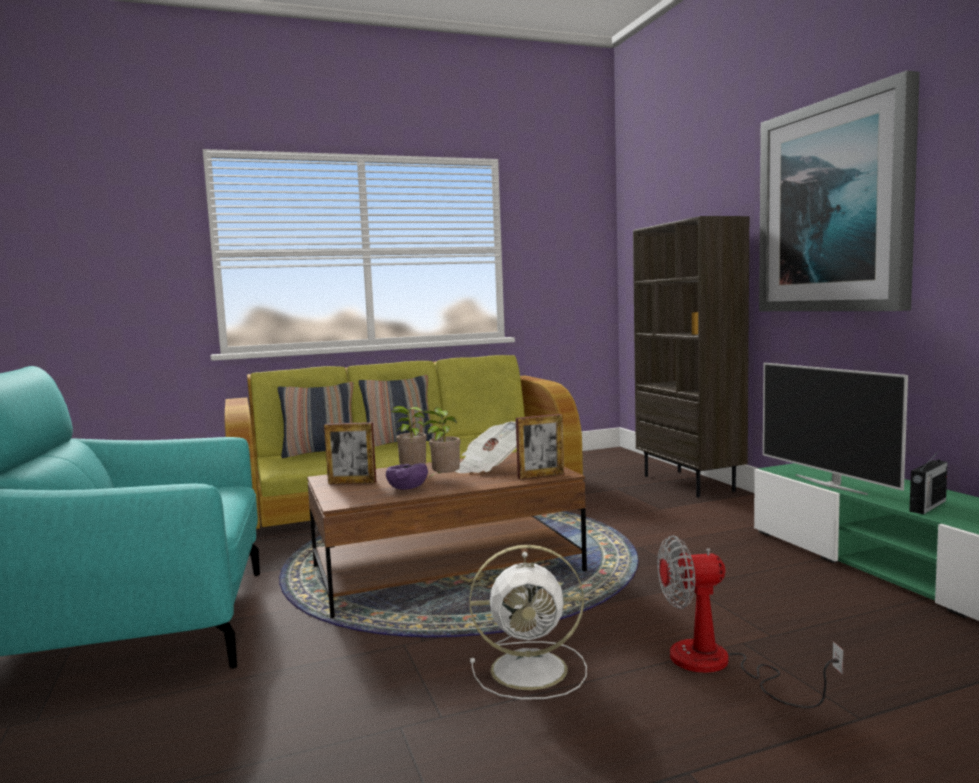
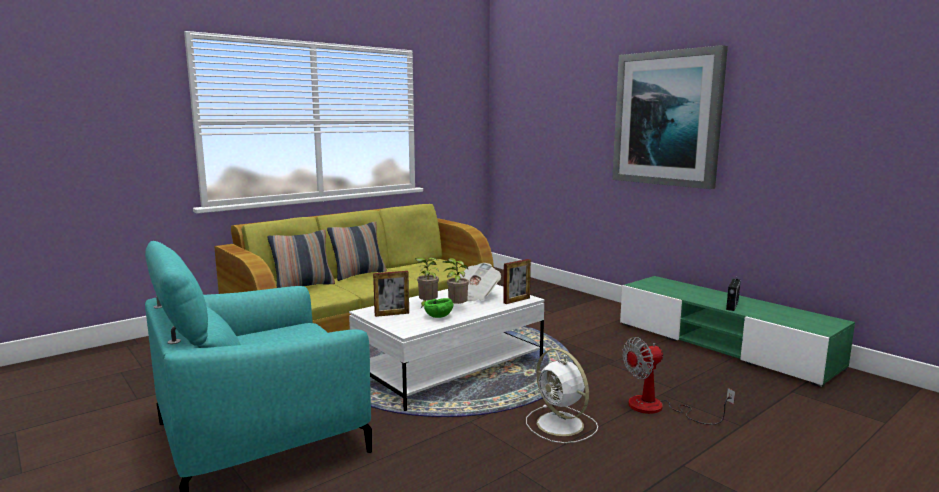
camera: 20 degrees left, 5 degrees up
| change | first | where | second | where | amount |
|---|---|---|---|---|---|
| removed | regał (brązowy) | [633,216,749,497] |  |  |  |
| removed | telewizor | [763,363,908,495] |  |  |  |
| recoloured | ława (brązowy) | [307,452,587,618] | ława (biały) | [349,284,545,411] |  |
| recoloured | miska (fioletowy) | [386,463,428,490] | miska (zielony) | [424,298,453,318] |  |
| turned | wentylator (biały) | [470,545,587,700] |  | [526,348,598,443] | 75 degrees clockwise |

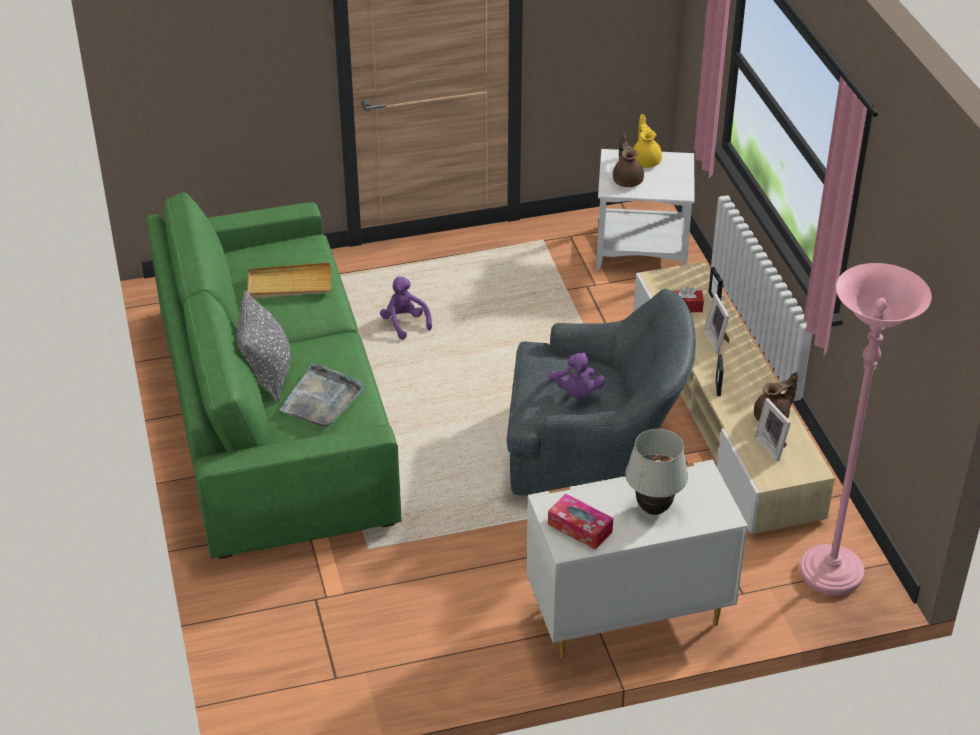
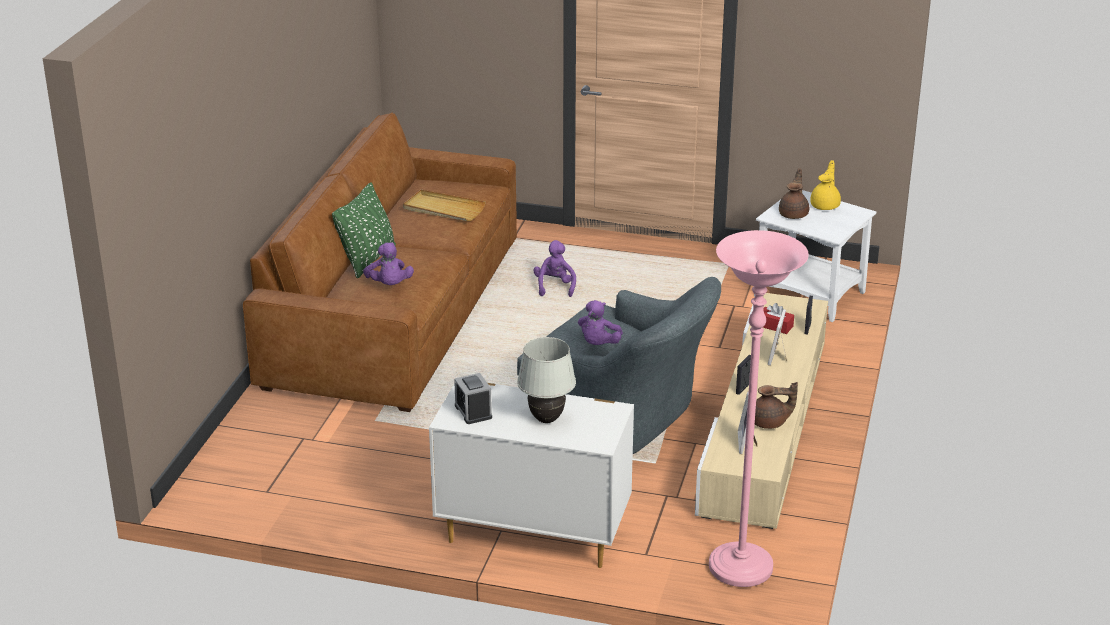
camera: 30 degrees right, 10 degrees down
| change | first | where | second | where | amount |
|---|---|---|---|---|---|
| replaced | taca (szary) | [280,364,364,427] | pluszak (fioletowy) | [363,243,414,285] |  |
| replaced | pudełko chusteczek | [548,494,613,550] | budzik | [454,373,492,424] |  |
| recoloured | kanapa (zielony) | [147,192,402,559] | kanapa (brązowy) | [243,113,517,412] |  |
| recoloured | poduszka (szary) | [237,290,291,402] | poduszka (zielony) | [332,182,396,279] |  |

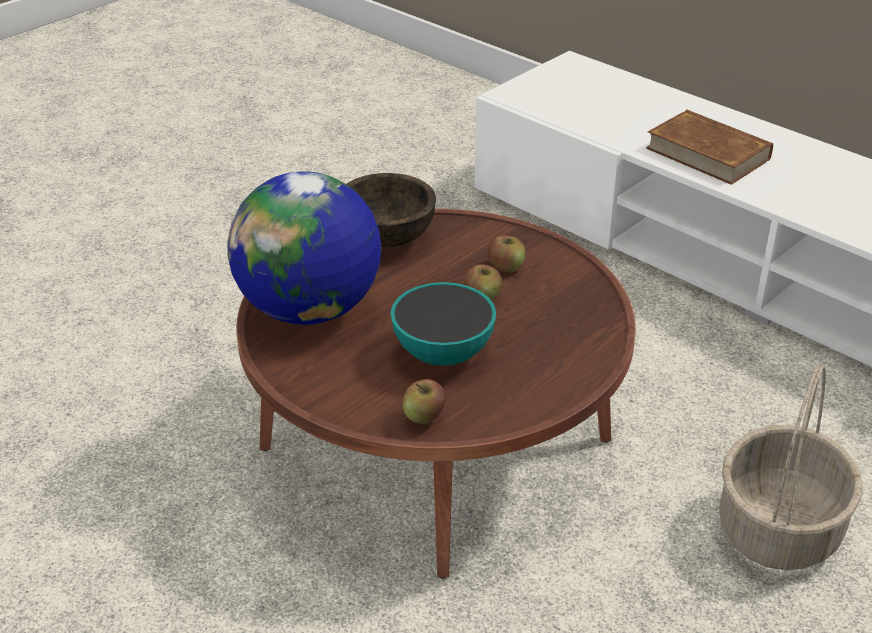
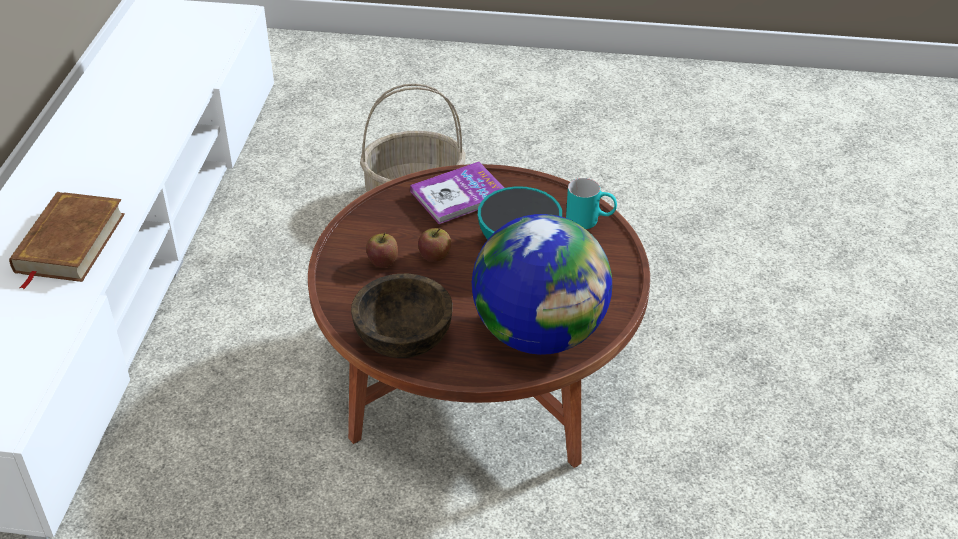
camera: 125 degrees left, 5 degrees up
| change | first | where | second | where | amount |
|---|---|---|---|---|---|
| added |  |  | książka | [410,162,504,224] |  |
| replaced | jabłko | [402,379,446,424] | kubek (turkusowy) | [566,178,617,229] |  |

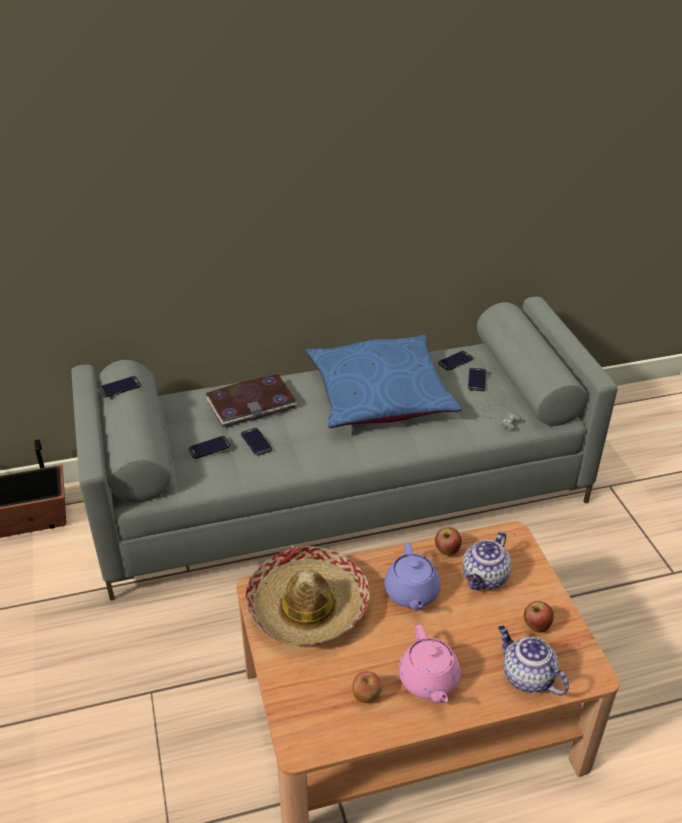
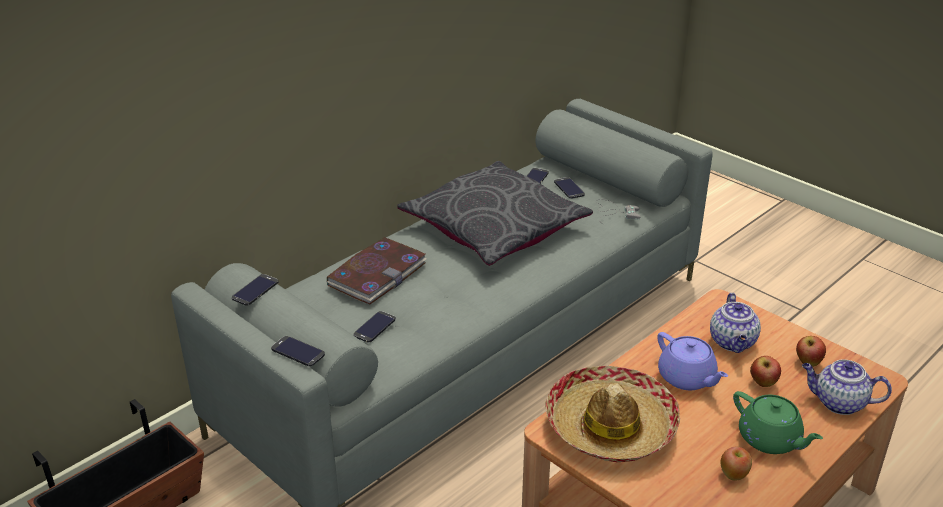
camera: 30 degrees left, 5 degrees down
| change | first | where | second | where | amount |
|---|---|---|---|---|---|
| moved | telefon | [241,427,272,456] |  | [271,336,325,366] |  |
| moved | jabłko | [435,527,462,556] |  | [750,356,781,387] |  |
| recoloured | poduszka (niebieski) | [306,335,462,428] | poduszka (szary) | [397,161,593,266] |  |
| recoloured | imbryk (różowy) | [399,624,461,703] | imbryk (zielony) | [733,391,823,454] |  |

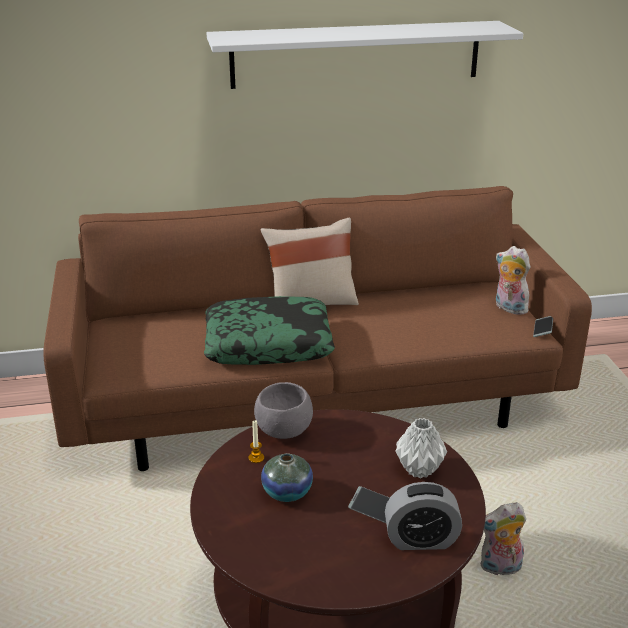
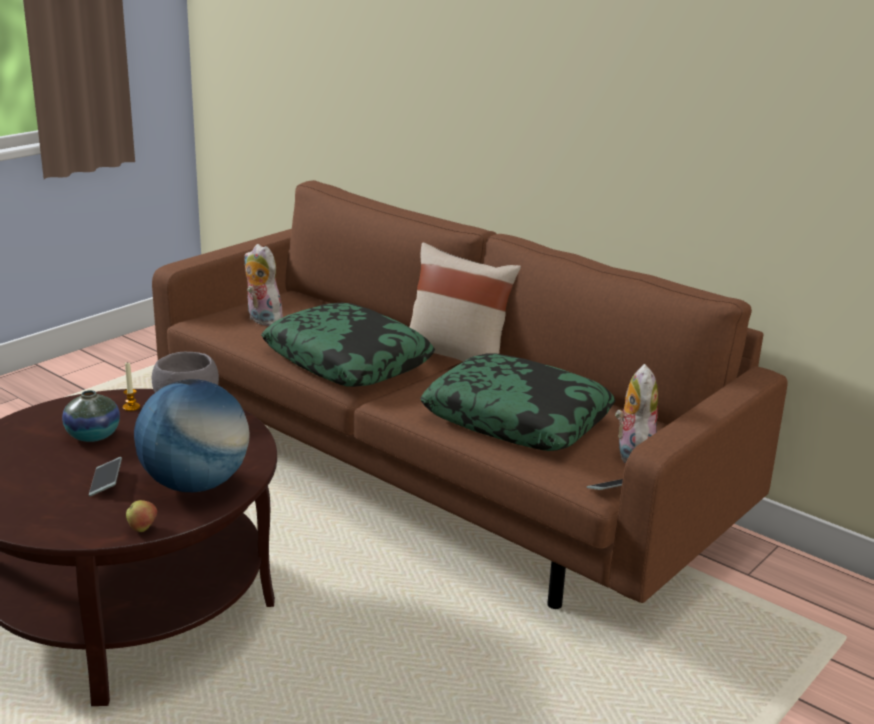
camera: 50 degrees right, 5 degrees down
| change | first | where | second | where | amount |
|---|---|---|---|---|---|
| removed | półka (biały) | [206,21,523,89] |  |  |  |
| removed | budzik | [385,482,462,550] |  |  |  |
| added |  |  | jabłko | [126,500,158,532] |  |
| added |  |  | poduszka | [420,353,615,451] |  |
| moved | pluszak | [481,502,526,575] |  | [244,244,283,326] |  |
| replaced | wazon (szary) | [395,418,447,479] | globus | [134,379,250,492] |  |

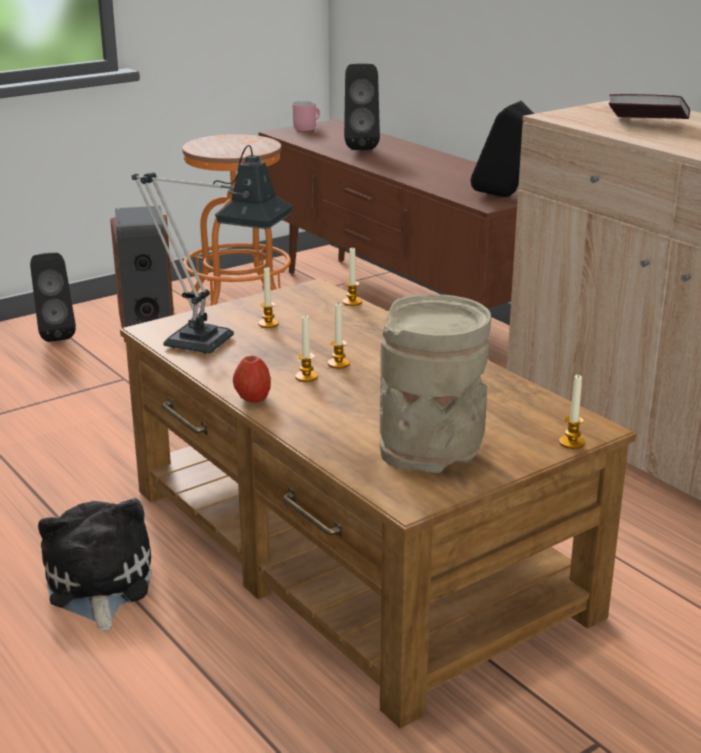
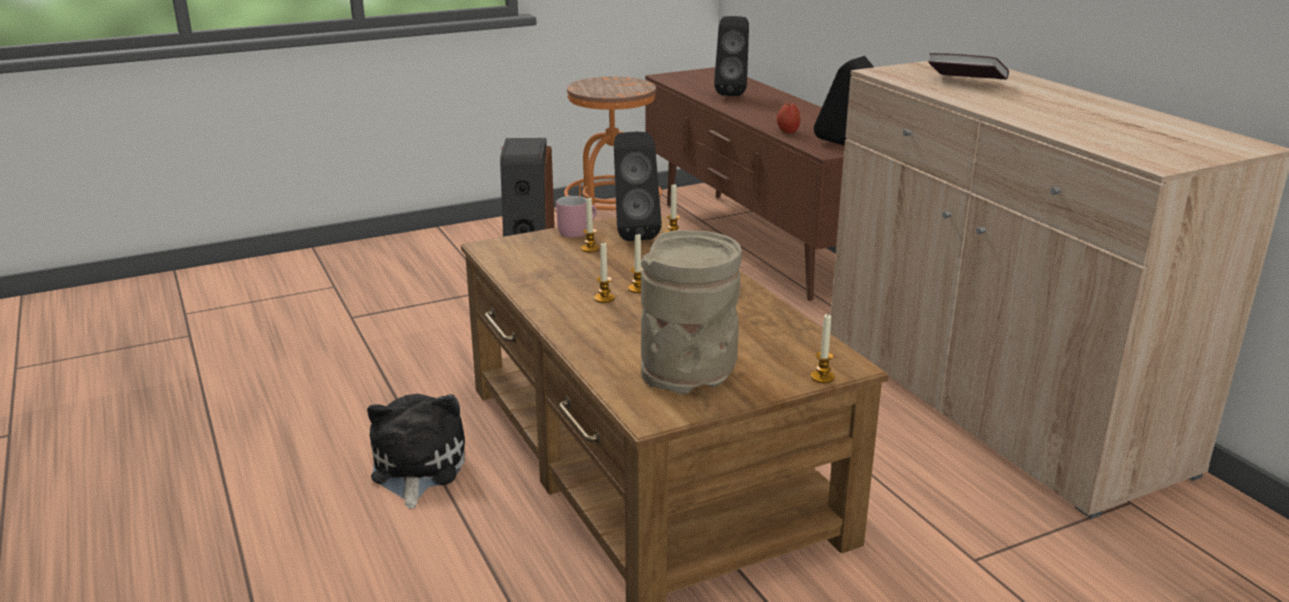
camera: 10 degrees right, 0 degrees up
| change | first | where | second | where | amount |
|---|---|---|---|---|---|
| removed | lampa stołowa | [132,145,292,354] |  |  |  |
| moved | głośnik (czarny) | [30,253,76,342] |  | [614,132,662,241] |  |
| moved | jabłko | [233,356,271,403] |  | [777,103,800,133] |  |
| moved | kubek (różowy) | [293,101,320,131] |  | [556,196,597,238] |  |

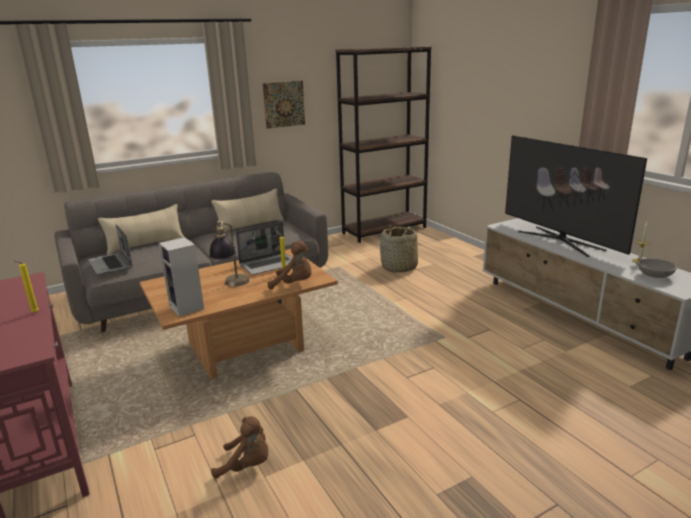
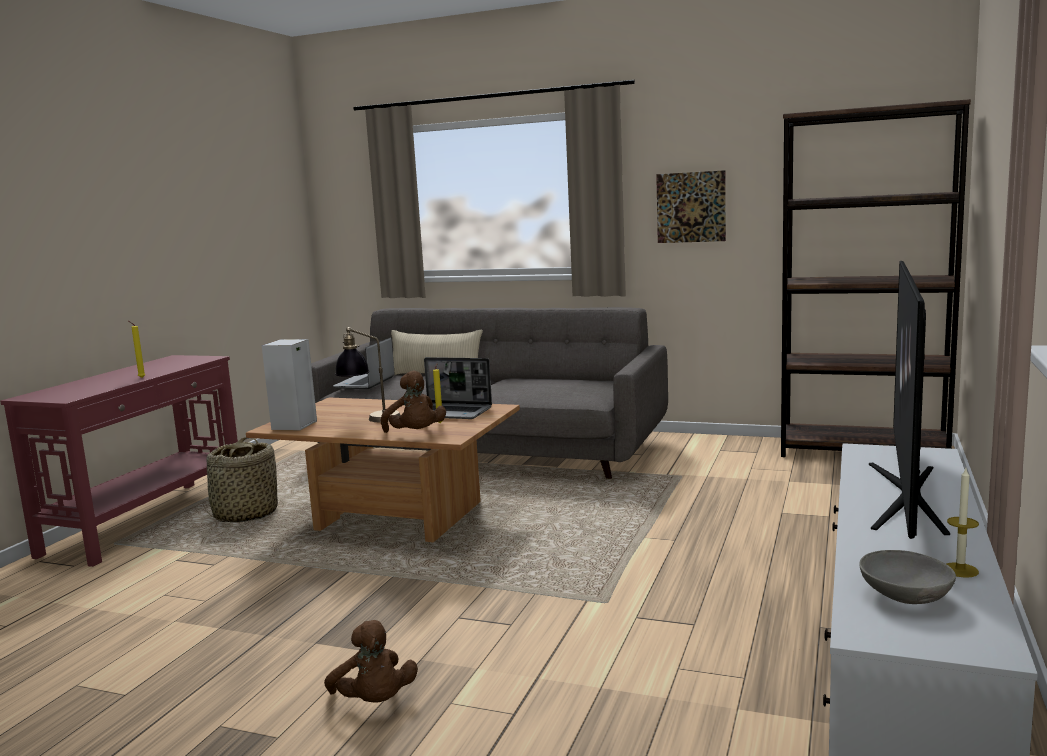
camera: 50 degrees right, 10 degrees down
| change | first | where | second | where | amount |
|---|---|---|---|---|---|
| removed | poduszka (beżowy) | [211,188,284,232] |  |  |  |
| moved | pluszak (brązowy) | [211,416,268,479] |  | [324,620,418,703] |  |
| moved | koszyk | [380,225,418,273] |  | [203,437,278,523] |  |

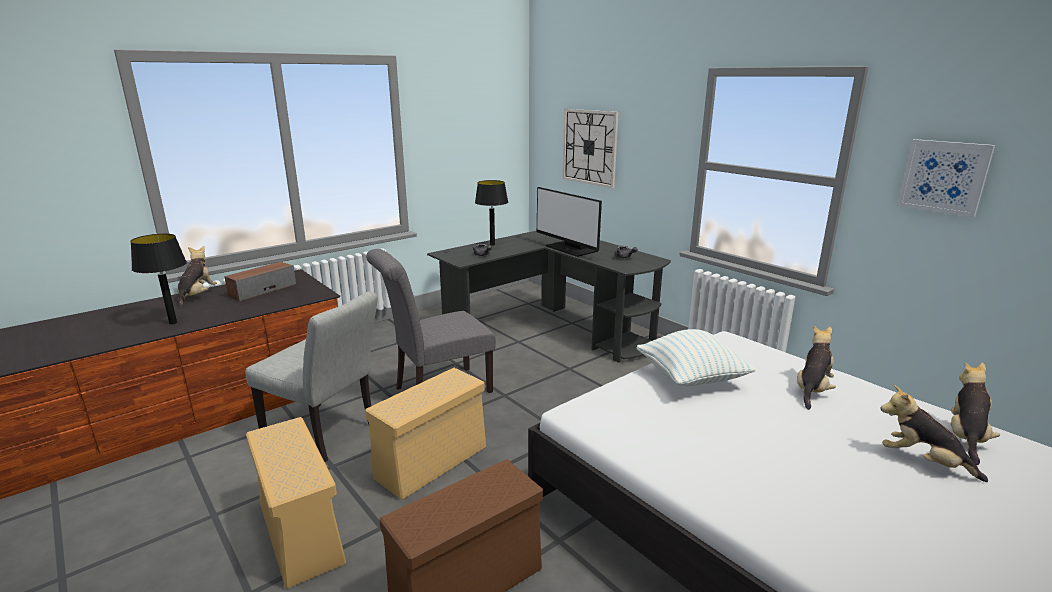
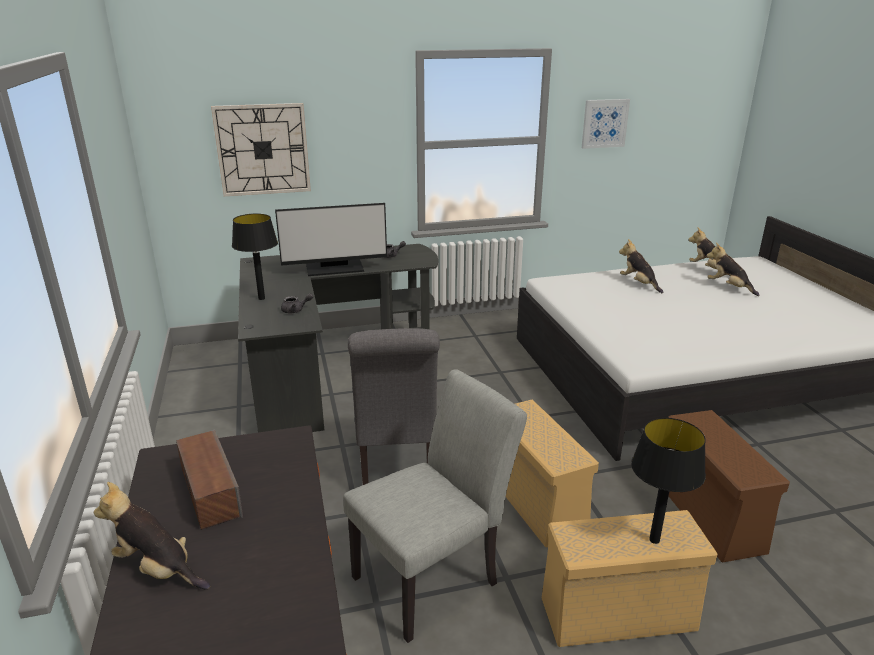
camera: 65 degrees left, 5 degrees up
| change | first | where | second | where | amount |
|---|---|---|---|---|---|
| removed | poduszka | [637,329,756,386] |  |  |  |
| moved | lampa stołowa (czarny) | [130,234,187,324] |  | [631,418,706,544] |  |
| turned | pluszak | [880,385,988,482] |  | [707,243,759,296] | 75 degrees clockwise |

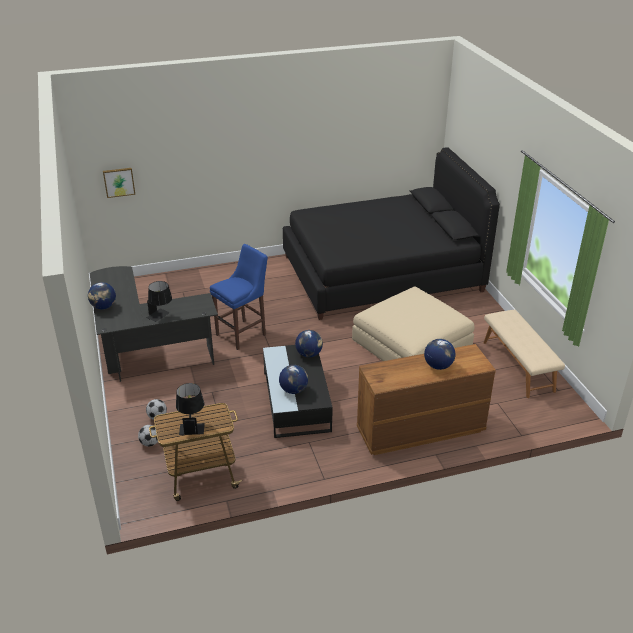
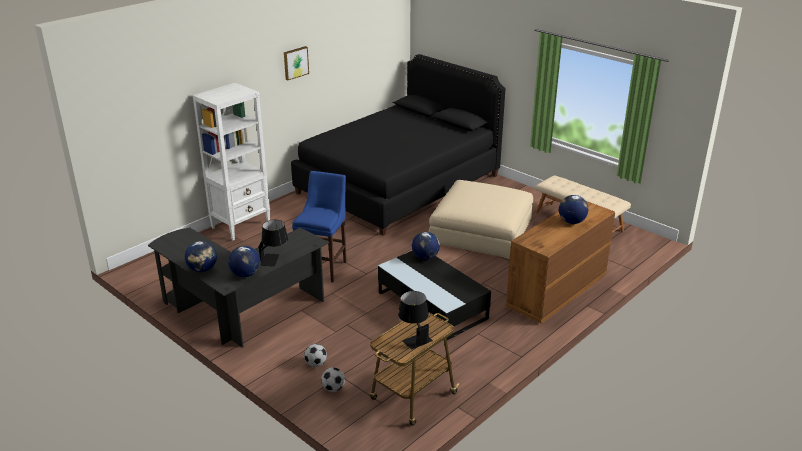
camera: 30 degrees left, 5 degrees down
| change | first | where | second | where | amount |
|---|---|---|---|---|---|
| added |  |  | regał (biały) | [193,83,270,240] |  |
| moved | obraz | [103,168,135,198] |  | [284,46,309,80] |  |
| moved | globus | [279,365,308,394] |  | [228,246,260,277] |  |

